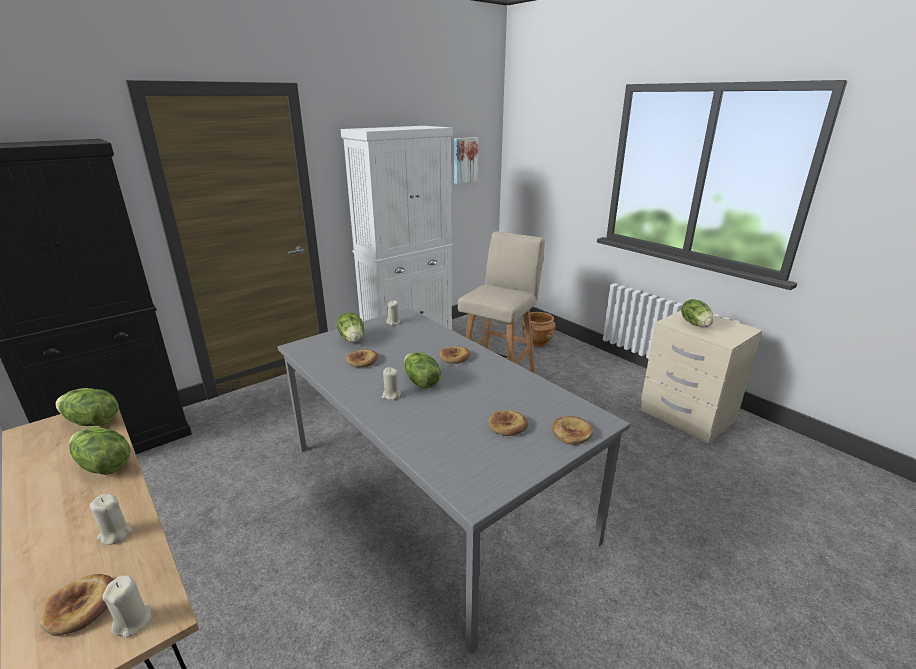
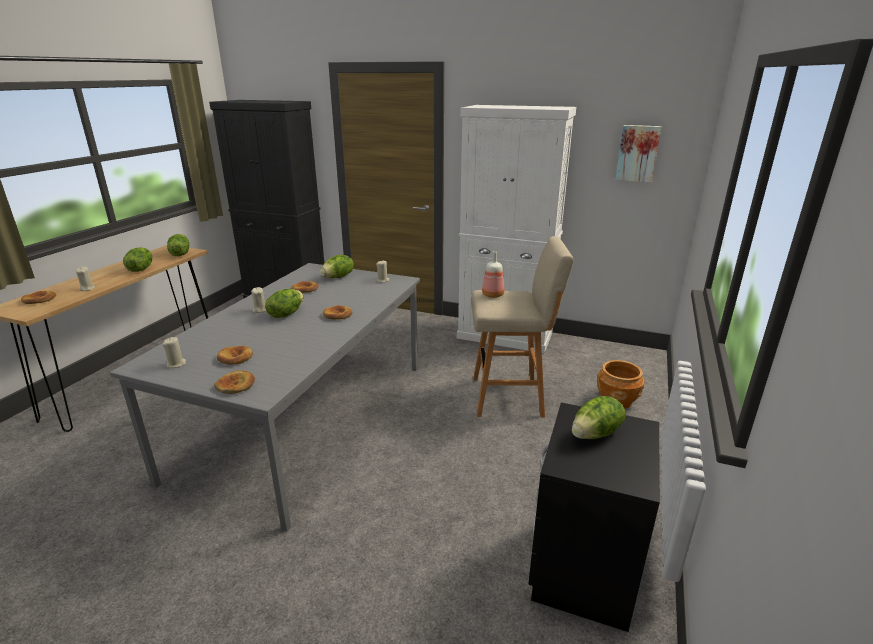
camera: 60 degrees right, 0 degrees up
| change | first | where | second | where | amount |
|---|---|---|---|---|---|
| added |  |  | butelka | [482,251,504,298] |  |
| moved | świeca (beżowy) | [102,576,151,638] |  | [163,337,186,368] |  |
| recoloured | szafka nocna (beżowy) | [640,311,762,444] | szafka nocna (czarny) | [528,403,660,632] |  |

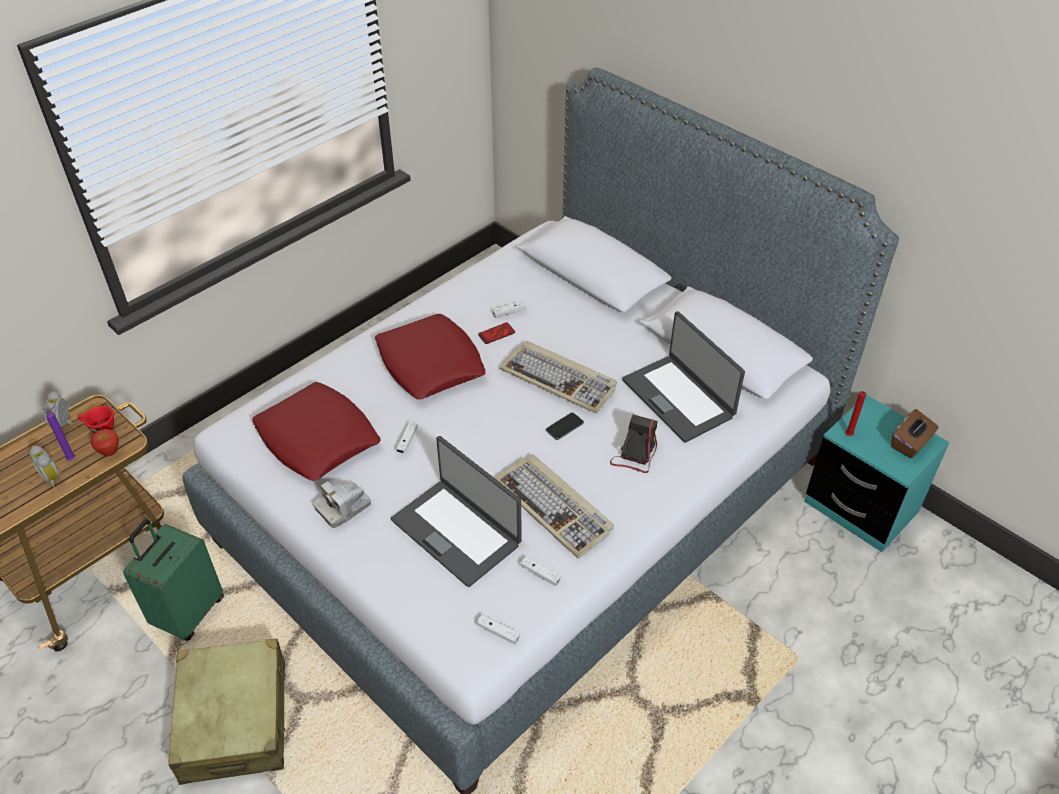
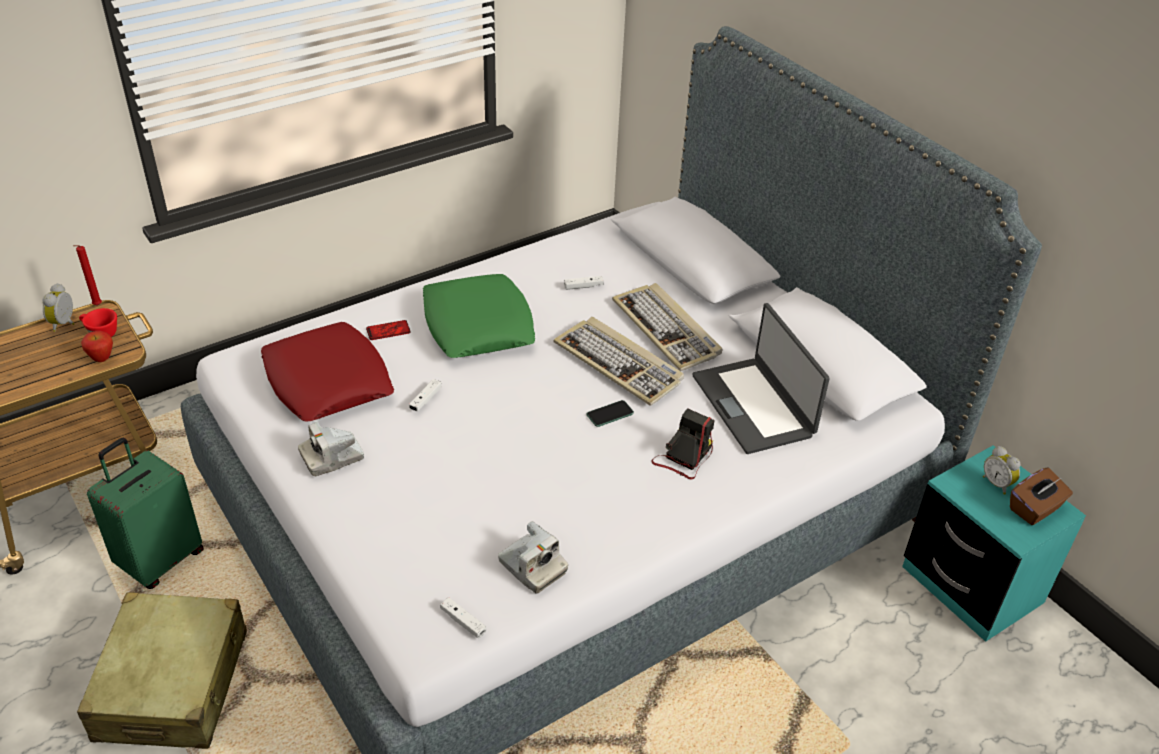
camera: 10 degrees right, 5 degrees down
| change | first | where | second | where | amount |
|---|---|---|---|---|---|
| removed | świeca (fioletowy) | [46,405,75,461] |  |  |  |
| removed | laptop | [391,436,522,587] |  |  |  |
| moved | budzik | [29,446,62,487] |  | [983,446,1021,495] |  |
| moved | telefon | [478,322,515,344] |  | [366,320,410,340] |  |
| moved | klawiatura | [495,455,614,558] |  | [612,283,722,371] |  |
| moved | świeca (czerwony) | [846,391,866,436] |  | [73,245,102,305] |  |
| replaced | pad do gier (biały) | [520,556,561,586] | aparat fotograficzny | [498,521,568,594] |  |
| recoloured | poduszka (czerwony) | [375,314,486,400] | poduszka (zielony) | [423,274,535,358] |  |

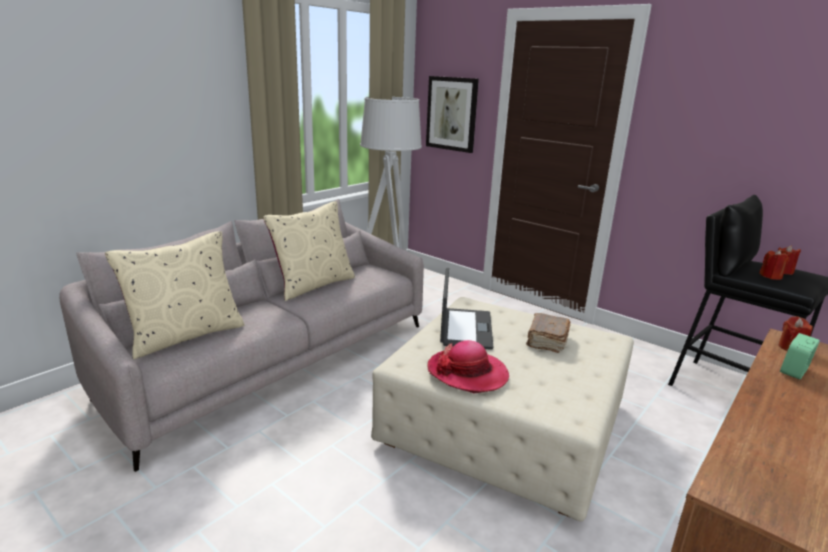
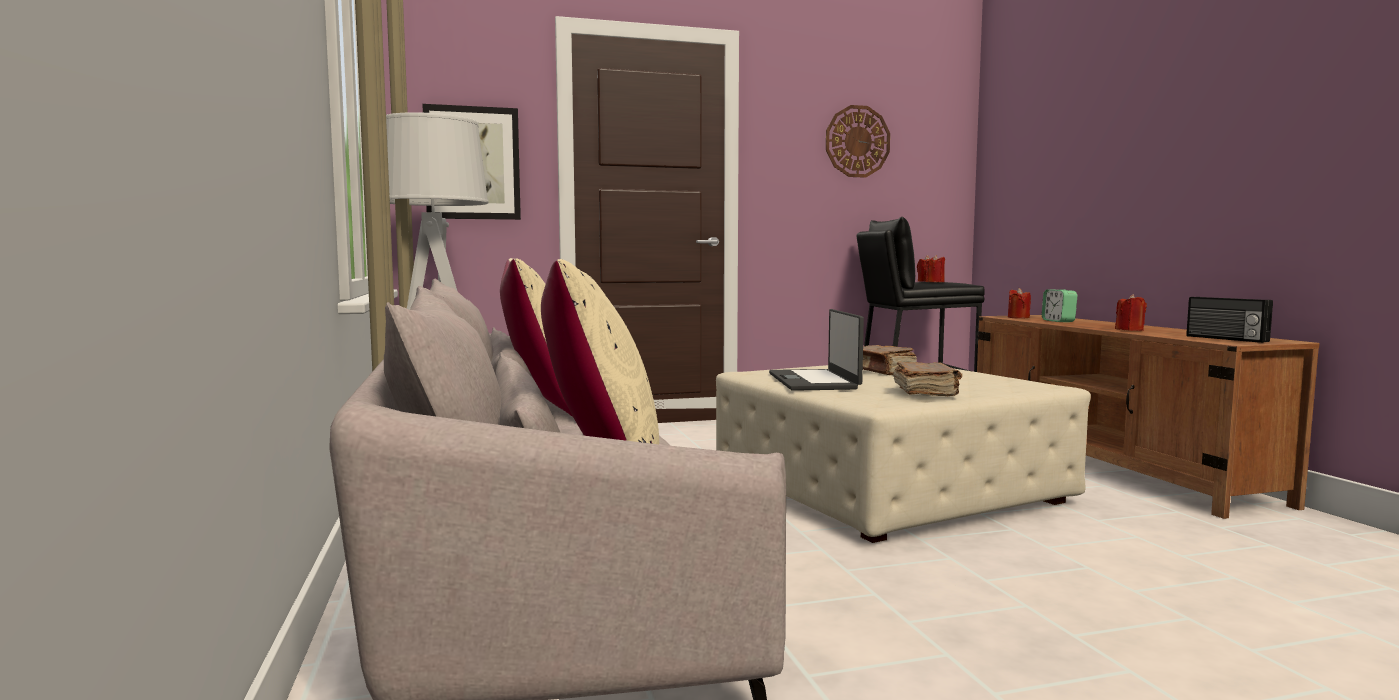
camera: 55 degrees left, 15 degrees down
| change | first | where | second | where | amount |
|---|---|---|---|---|---|
| added |  |  | zegar ścienny | [826,105,890,178] |  |
| added |  |  | świeca (czerwony) | [1115,294,1147,331] |  |
| added |  |  | radio | [1186,297,1273,343] |  |
| replaced | kapelusz | [427,340,509,393] | książka (brązowy) | [893,362,962,396] |  |
| turned | laptop | [440,268,493,350] |  | [769,309,864,391] | 135 degrees counterclockwise |

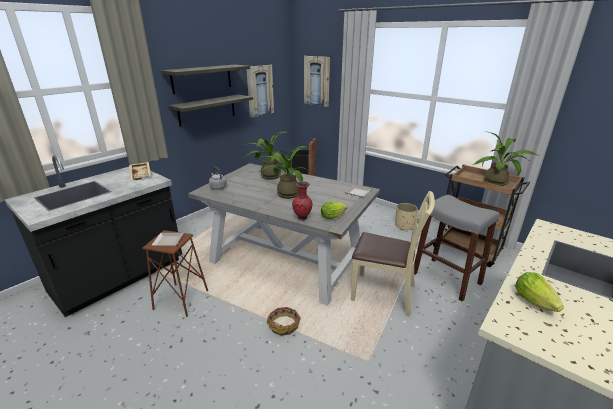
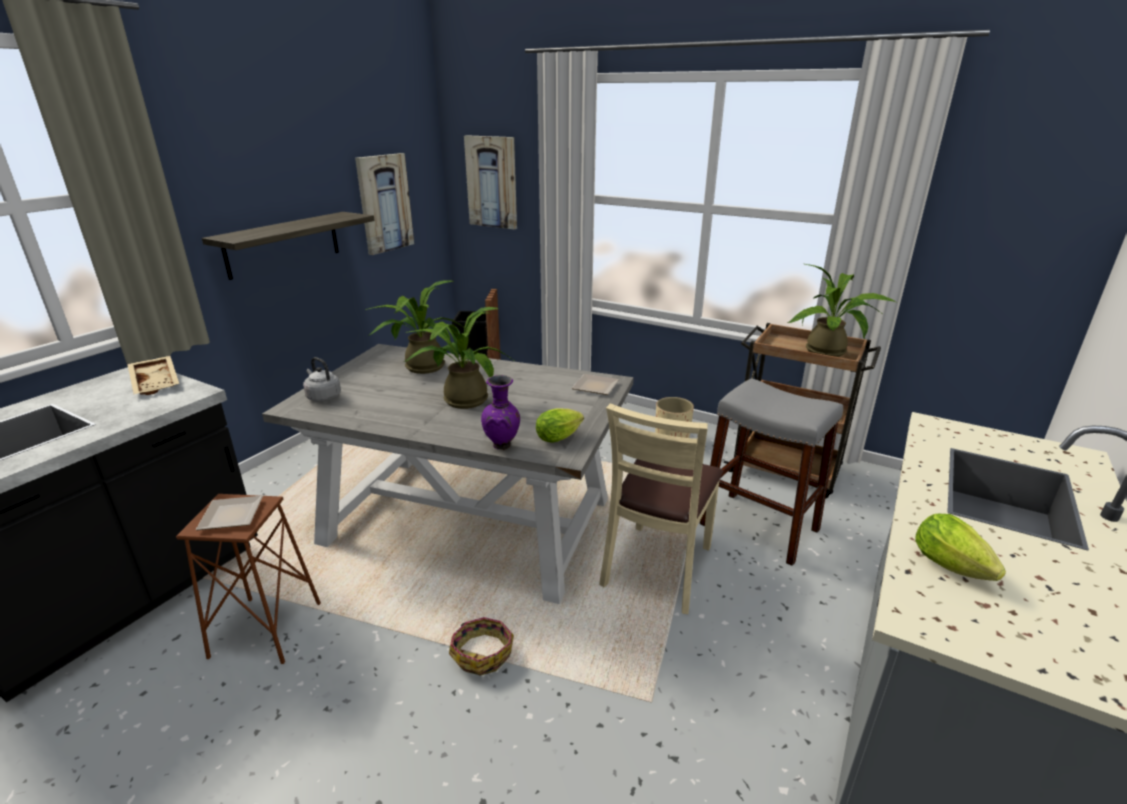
camera: 10 degrees left, 0 degrees up
| change | first | where | second | where | amount |
|---|---|---|---|---|---|
| removed | półka | [161,65,250,94] |  |  |  |
| recoloured | wazon (czerwony) | [292,181,313,221] | wazon (fioletowy) | [481,375,520,450] |  |
| turned | krzesło (beżowy) | [351,191,435,316] |  | [599,403,723,614] | 105 degrees clockwise |

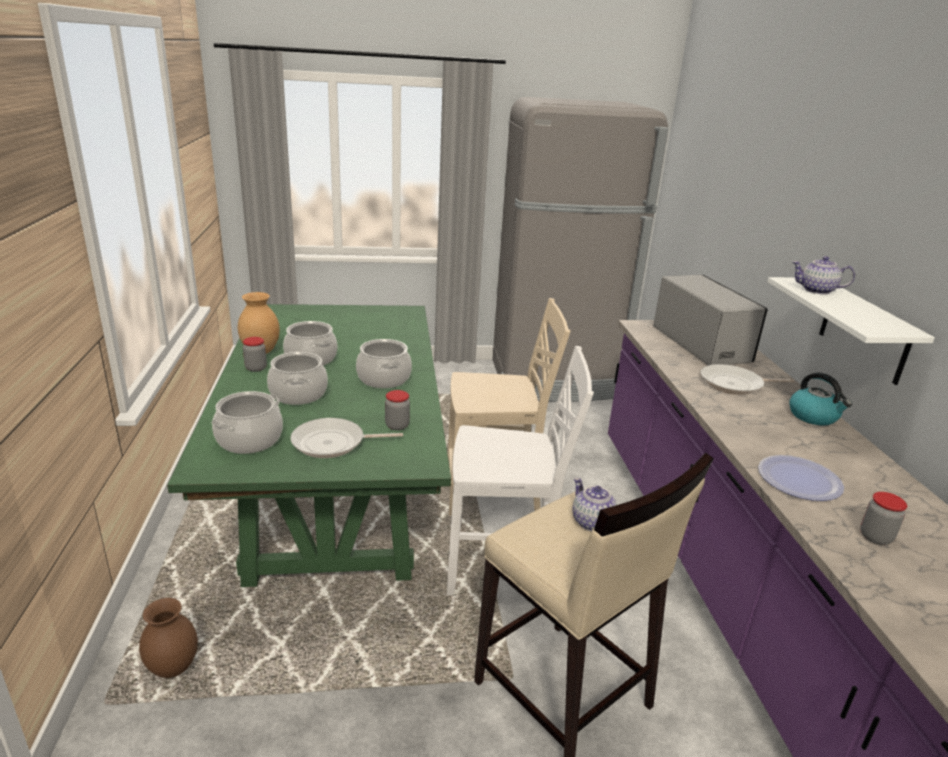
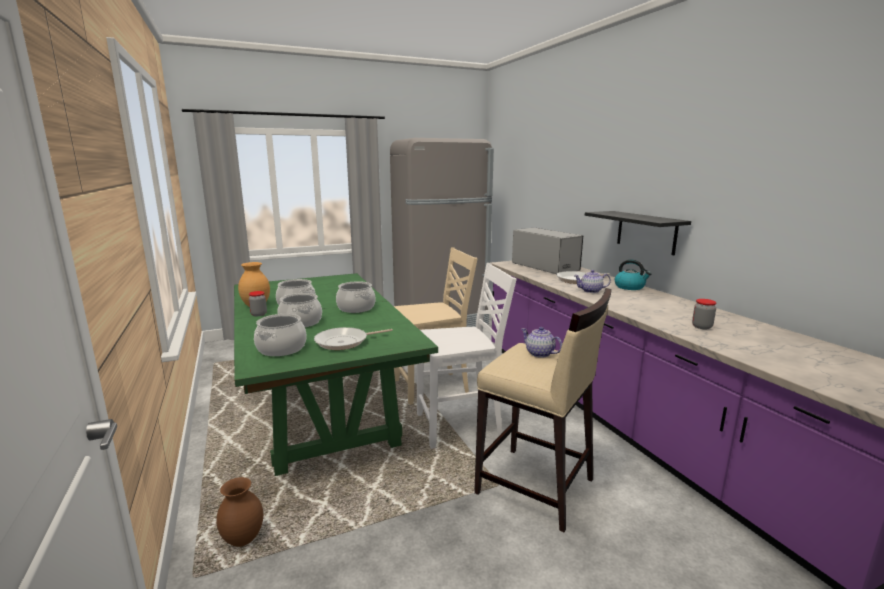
camera: 15 degrees left, 10 degrees down
| change | first | where | second | where | amount |
|---|---|---|---|---|---|
| removed | słoik | [385,390,410,430] |  |  |  |
| removed | talerz | [758,455,844,501] |  |  |  |
| moved | imbryk | [792,256,855,295] |  | [574,270,611,293] |  |
| recoloured | półka (biały) | [768,277,935,385] | półka (czarny) | [585,211,691,255] |  |

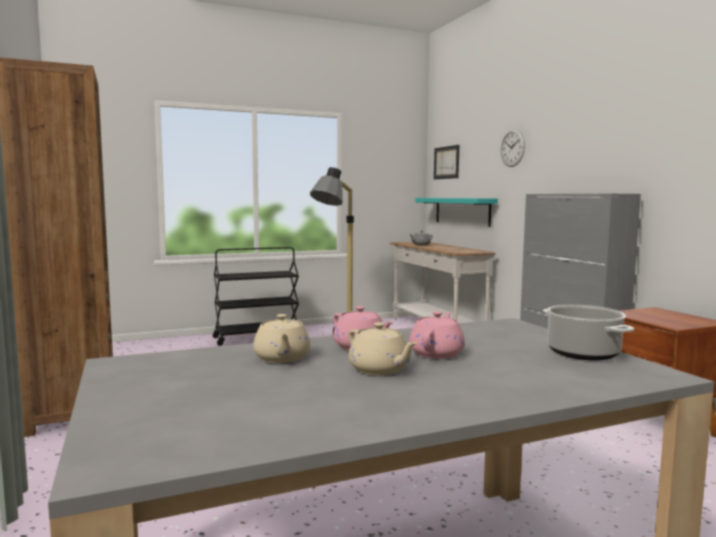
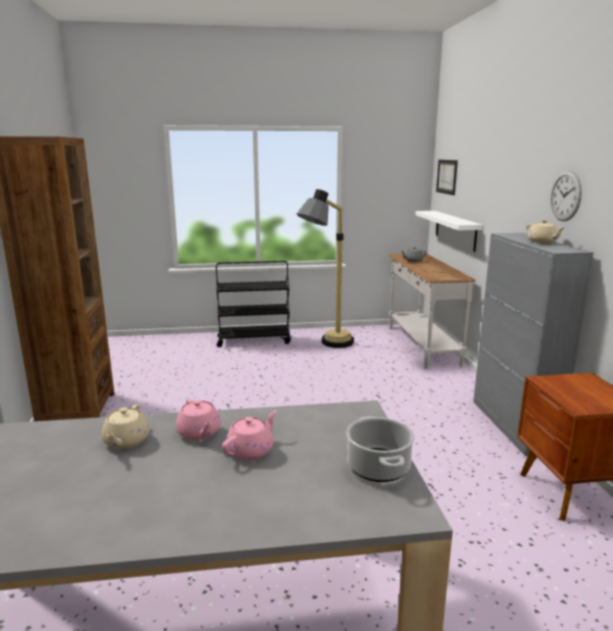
camera: 15 degrees right, 10 degrees up
| change | first | where | second | where | amount |
|---|---|---|---|---|---|
| moved | imbryk (beżowy) | [348,322,418,375] |  | [526,220,564,243] |  |
| moved | zegar ścienny | [501,129,525,167] |  | [550,171,582,221] |  |
| recoloured | półka (turkusowy) | [416,198,498,227] | półka (biały) | [415,211,483,252] |  |

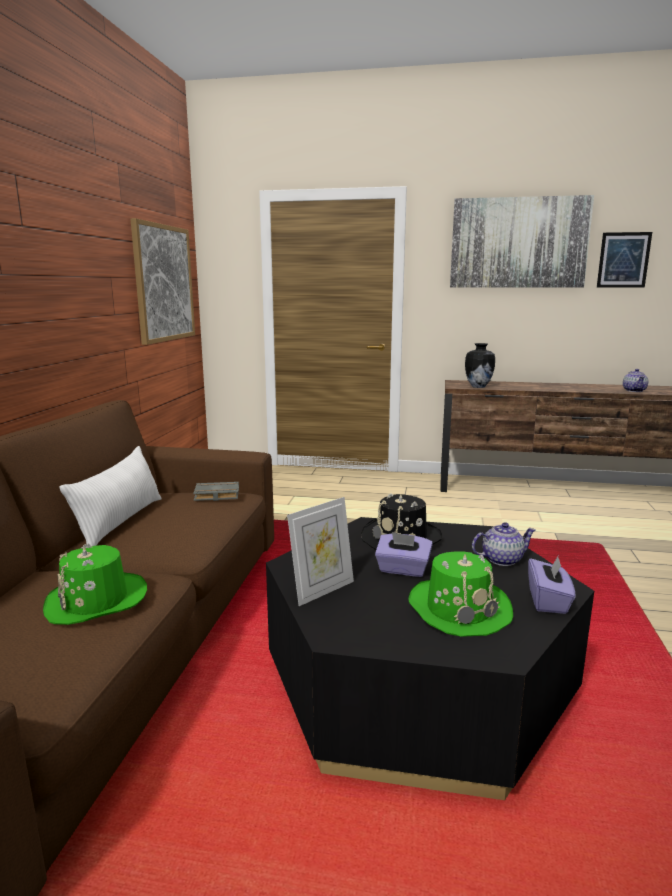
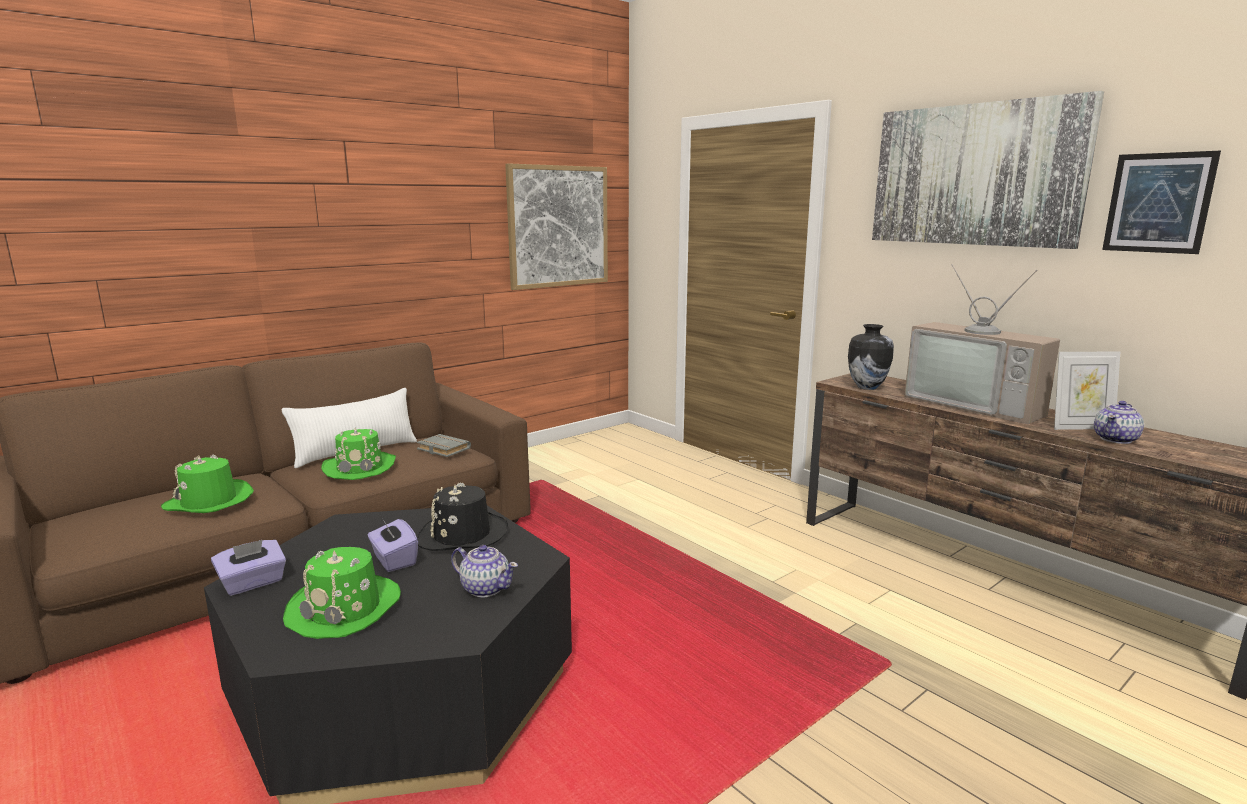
camera: 40 degrees right, 0 degrees up
| change | first | where | second | where | amount |
|---|---|---|---|---|---|
| added |  |  | kapelusz (zielony) | [321,428,396,480] |  |
| added |  |  | telewizor | [904,264,1060,424] |  |
| moved | ramka na zdjęcie | [287,497,354,606] |  | [1054,351,1120,430] |  |
| moved | pudełko chusteczek (fioletowy) | [528,556,576,614] |  | [211,540,286,596] |  |

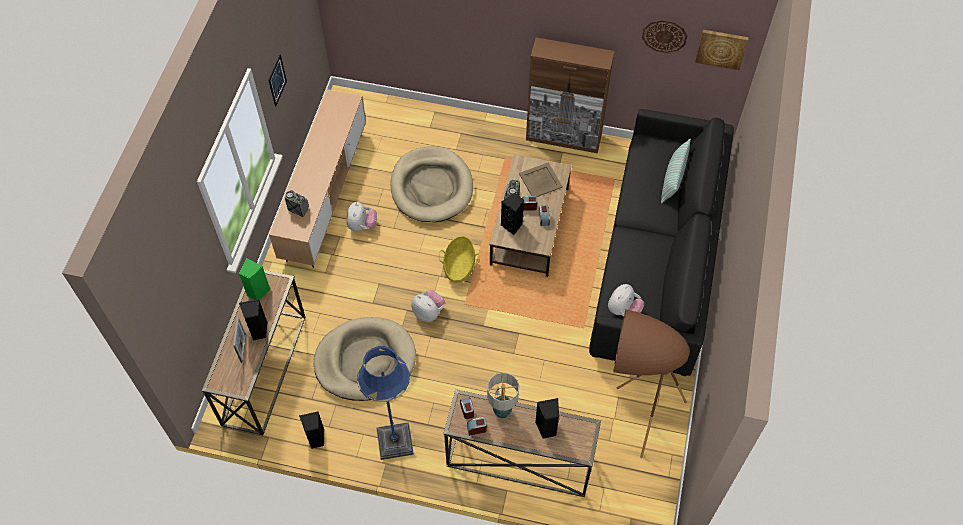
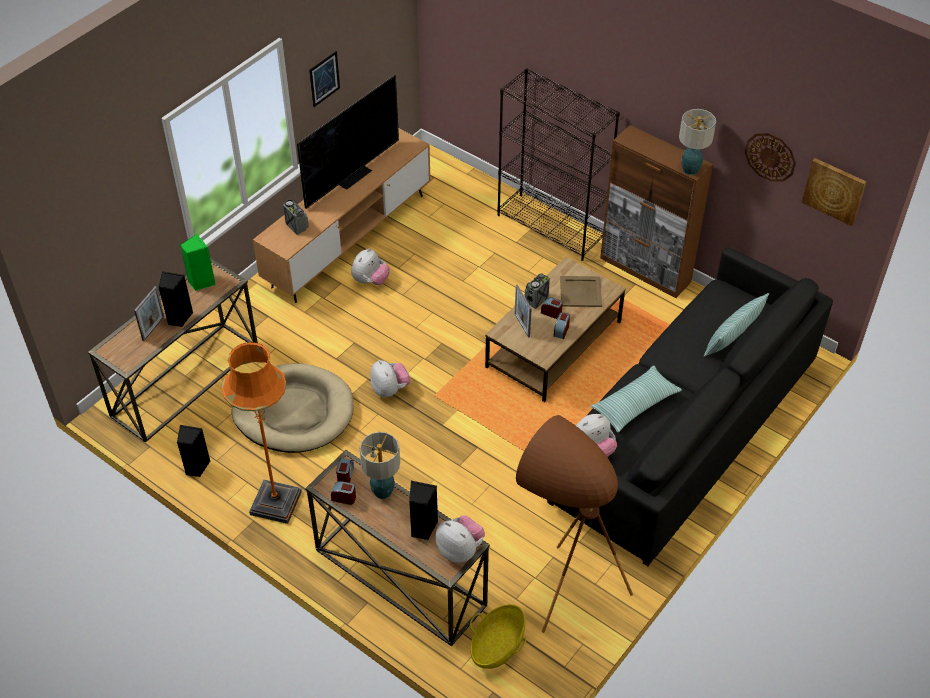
camera: 25 degrees right, 10 degrees down
| change | first | where | second | where | amount |
|---|---|---|---|---|---|
| removed | legowisko (beżowy) | [390,147,473,222] |  |  |  |
| added |  |  | telewizor | [297,75,399,209] |  |
| added |  |  | pluszak | [435,516,485,563] |  |
| added |  |  | regał (czarny) | [497,68,620,261] |  |
| added |  |  | poduszka | [590,365,682,432] |  |
| added |  |  | lampa stołowa | [679,109,716,175] |  |
| moved | koszyk | [438,236,480,283] |  | [470,604,527,669] |  |
| replaced | głośnik (czarny) | [501,193,524,235] | ramka na zdjęcie | [515,285,532,338] |  |
| recoloured | lampa stojąca (niebieski) | [357,346,414,460] | lampa stojąca (pomarańczowy) | [222,342,302,524] |  |

